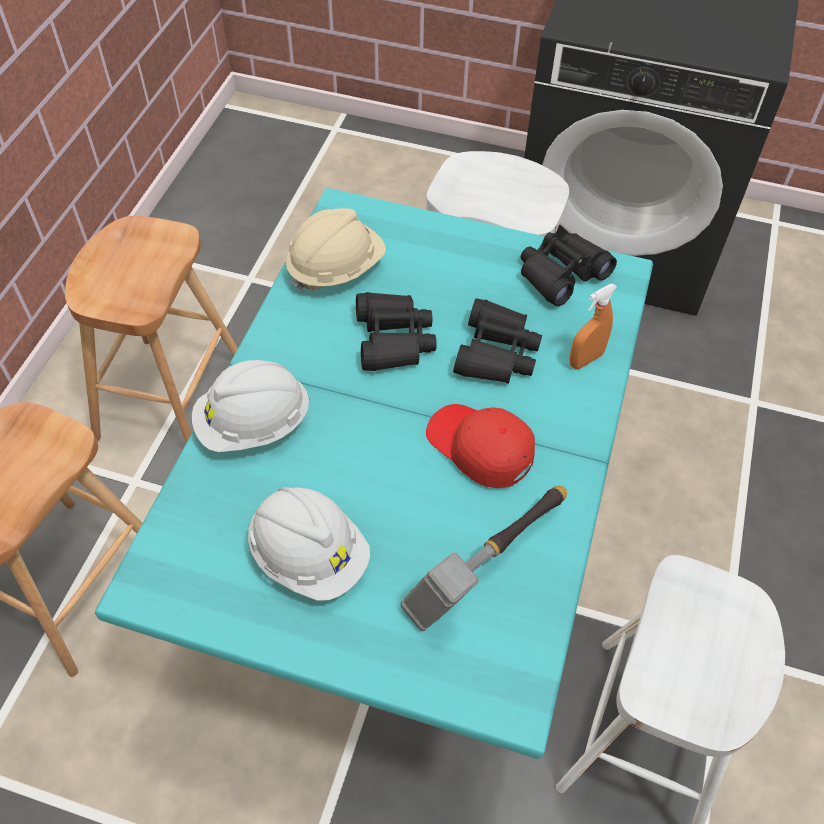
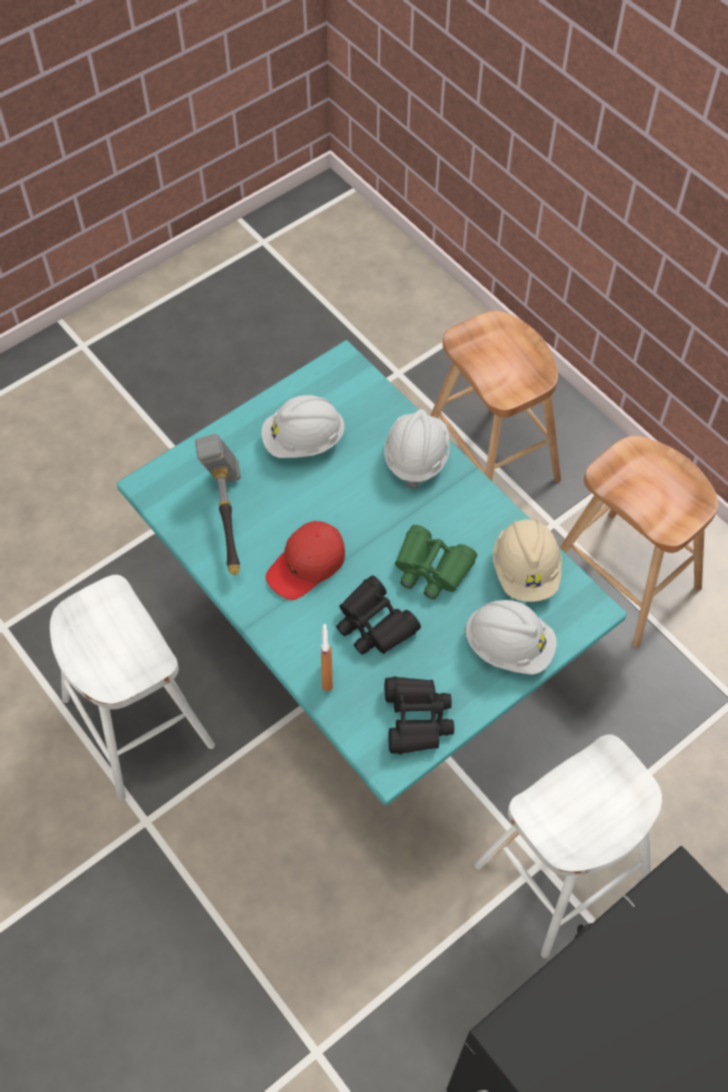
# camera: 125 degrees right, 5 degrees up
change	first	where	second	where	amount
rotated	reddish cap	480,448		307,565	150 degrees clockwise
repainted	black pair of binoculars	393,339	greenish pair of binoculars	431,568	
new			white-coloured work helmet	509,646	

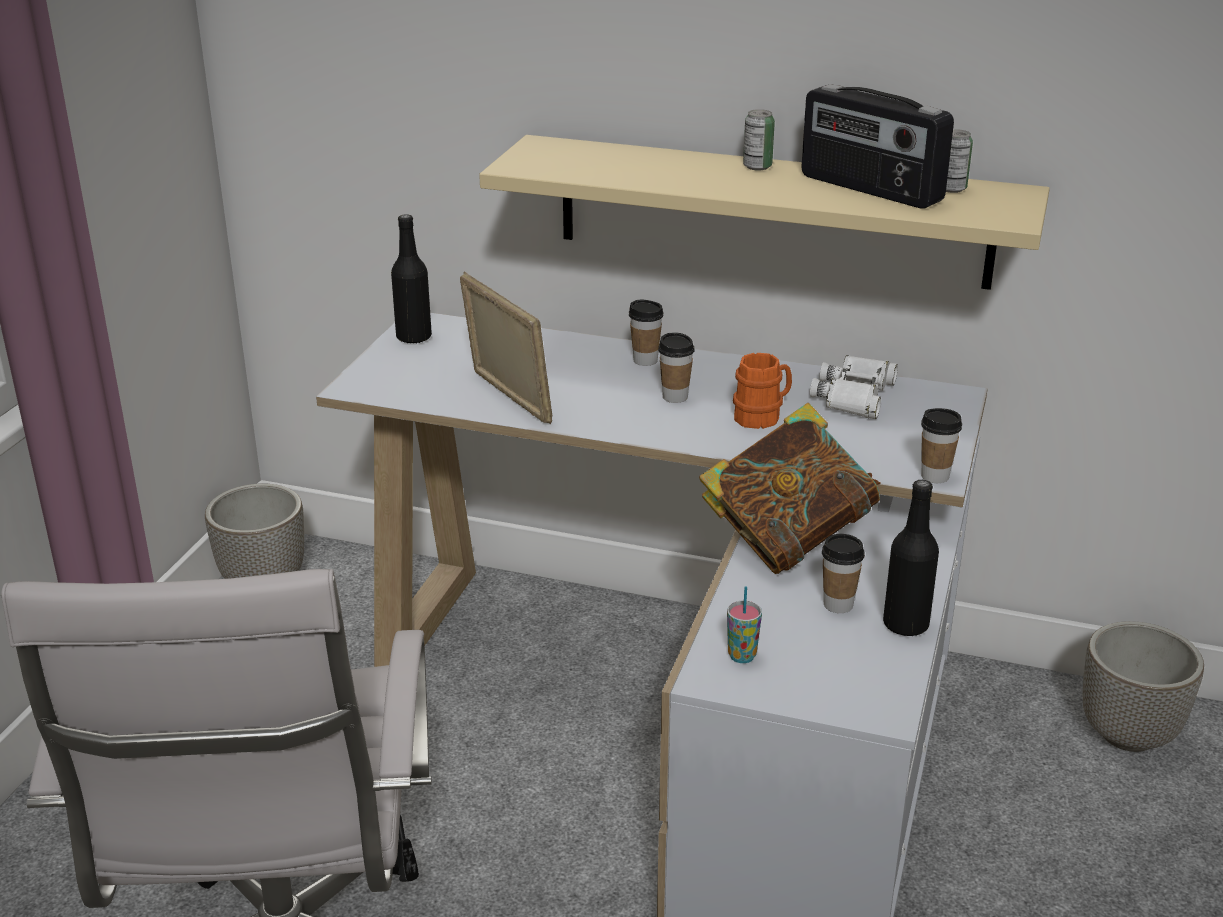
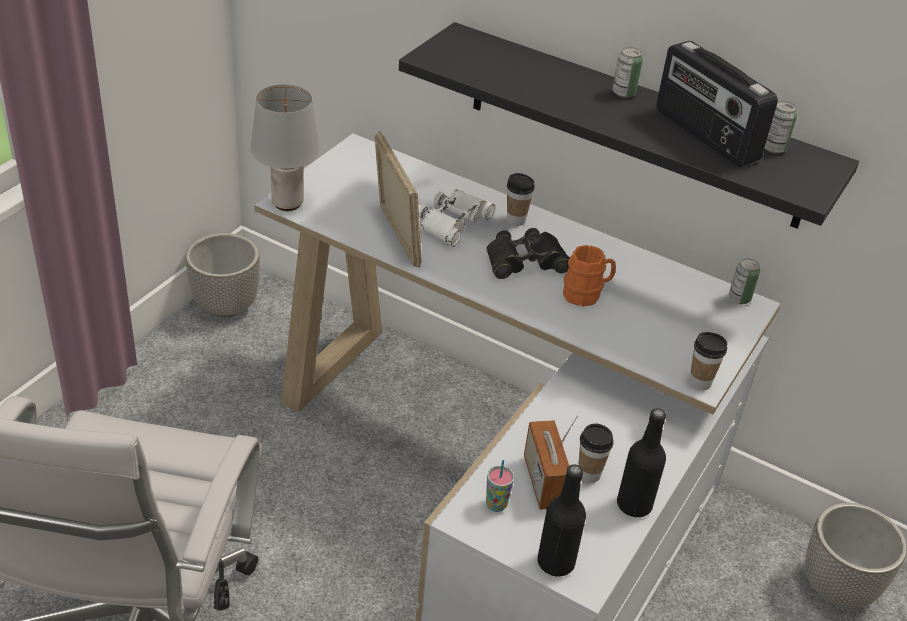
# camera: 10 degrees right, 10 degrees up
change	first	where	second	where	amount
new			grey lamp for a table	287,203	
repainted	sand-coloured shelf	772,211	black shelf	635,126	
shifted	white-coloured pair of binoculars	855,396		453,223	
swapped	small cup	675,397	black pair of binoculars	525,261	
new			radio	543,482	
shifted	black beverage bottle	414,337		555,562	
new			can	739,298	
gone	book	788,540			

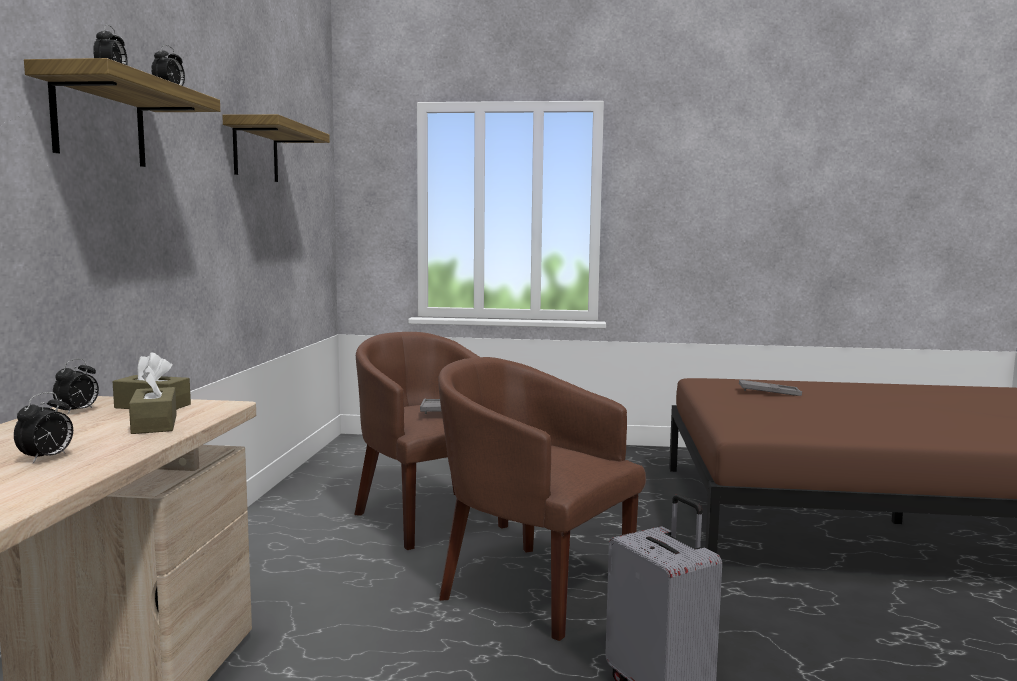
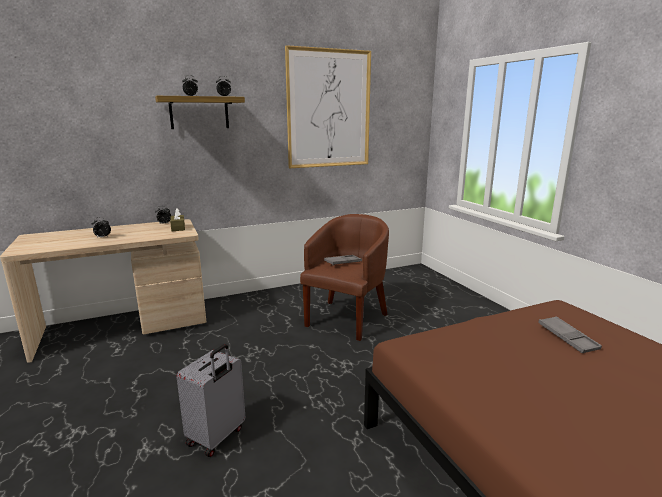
# camera: 60 degrees right, 10 degrees up
change	first	where	second	where	amount
swapped	shelf	255,152	picture	329,109	
gone	brown-coloured box of tissues	154,424			
gone	brown-coloured lounge chair	531,588			

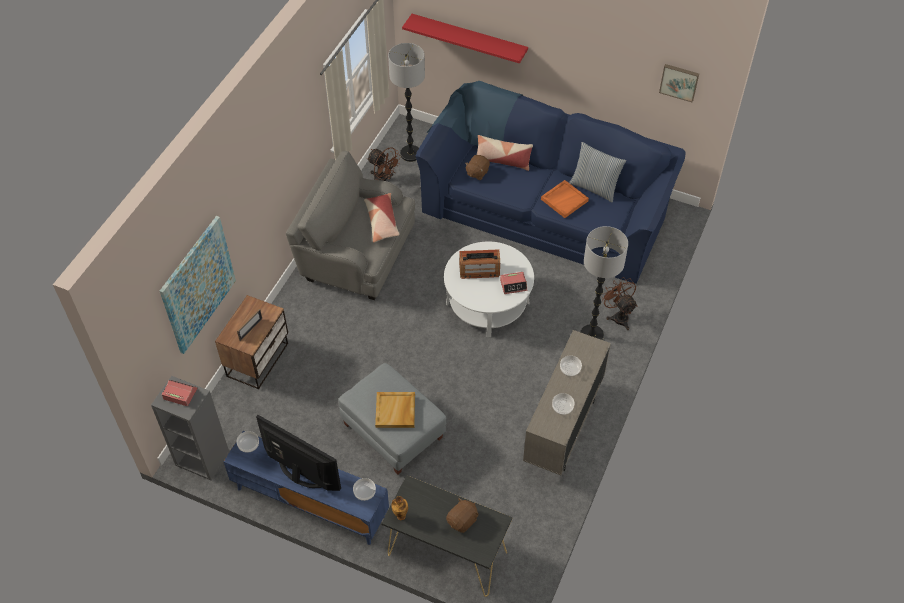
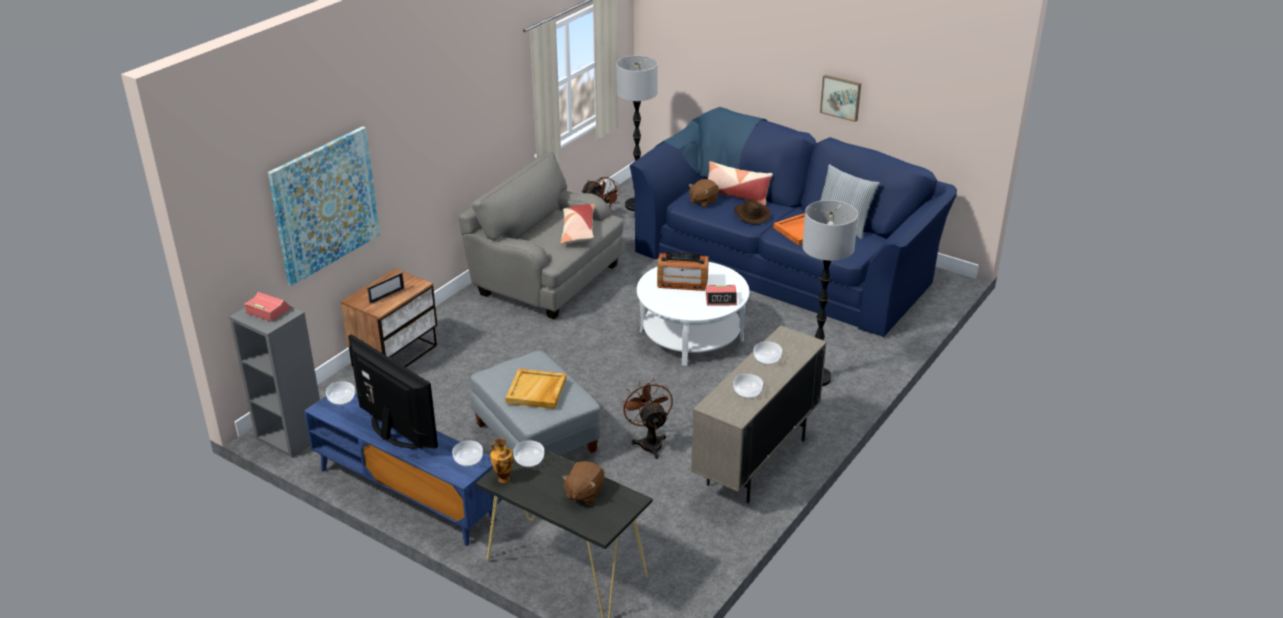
# camera: 10 degrees right, 20 degrees down
change	first	where	second	where	amount
new			serving bowl	529,460	
rotated	brown-coloured soft toy	462,521		584,493	150 degrees clockwise
shifted	brown-coloured electric fan	618,316		649,442	
new			brown-coloured clothing hat	751,215	
shifted	picture	679,82		841,97	
gone	reddish shelf	469,38			

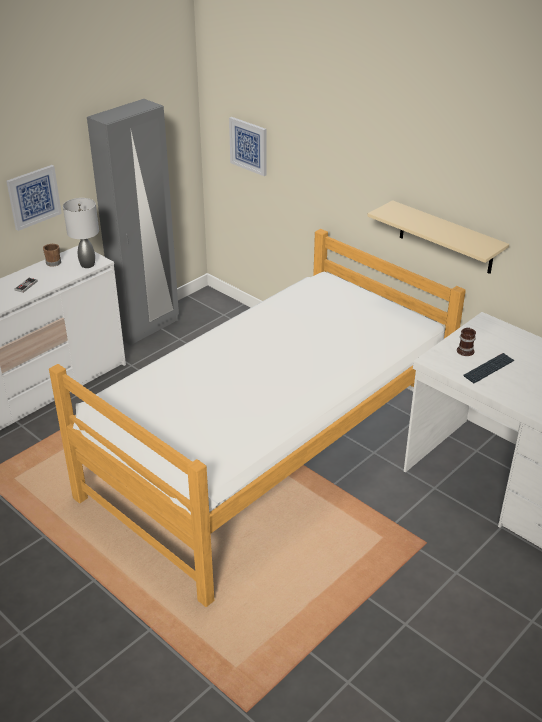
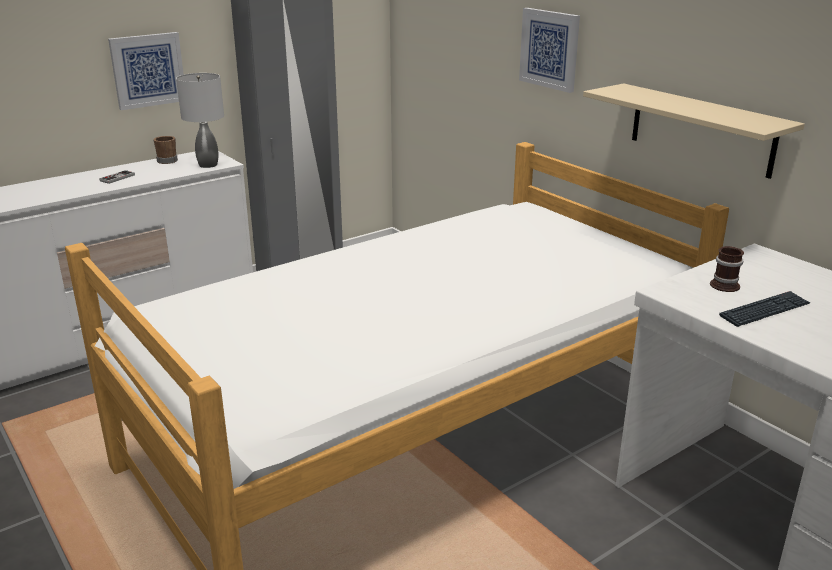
# camera: 10 degrees right, 10 degrees down
change	first	where	second	where	amount
shifted	picture	249,146		550,49	

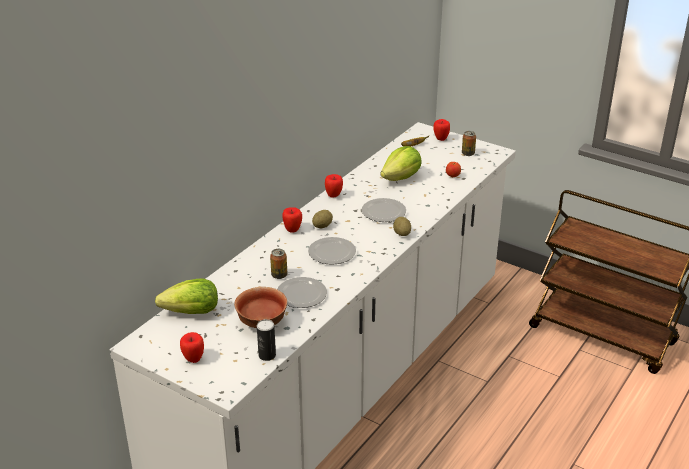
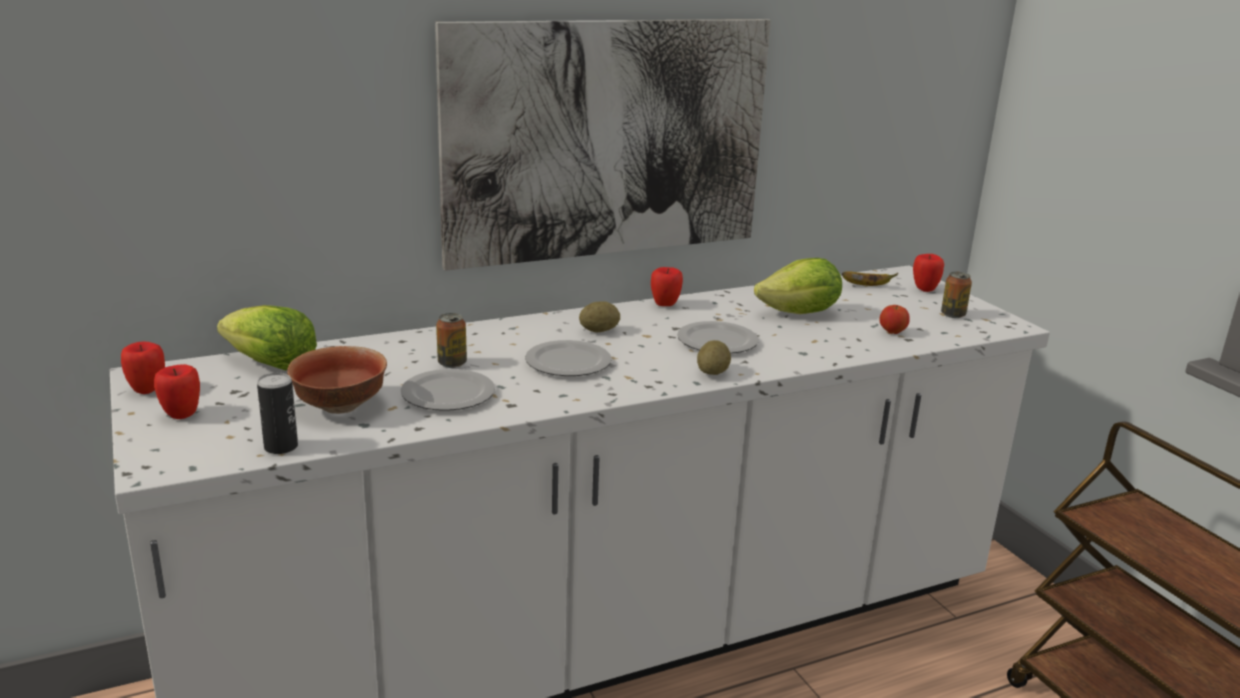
# camera: 30 degrees right, 10 degrees down
change	first	where	second	where	amount
shifted	whole apple	292,230		147,390	
new			picture	608,140	

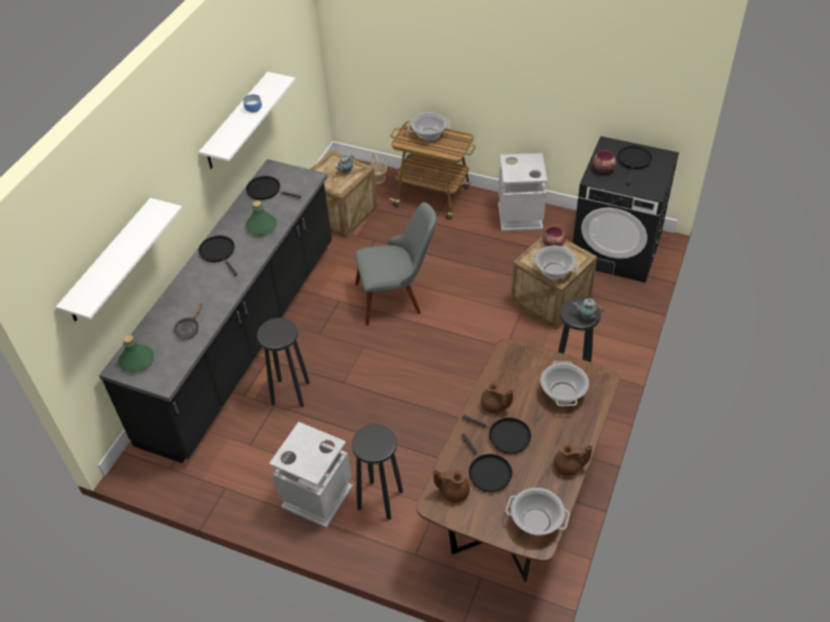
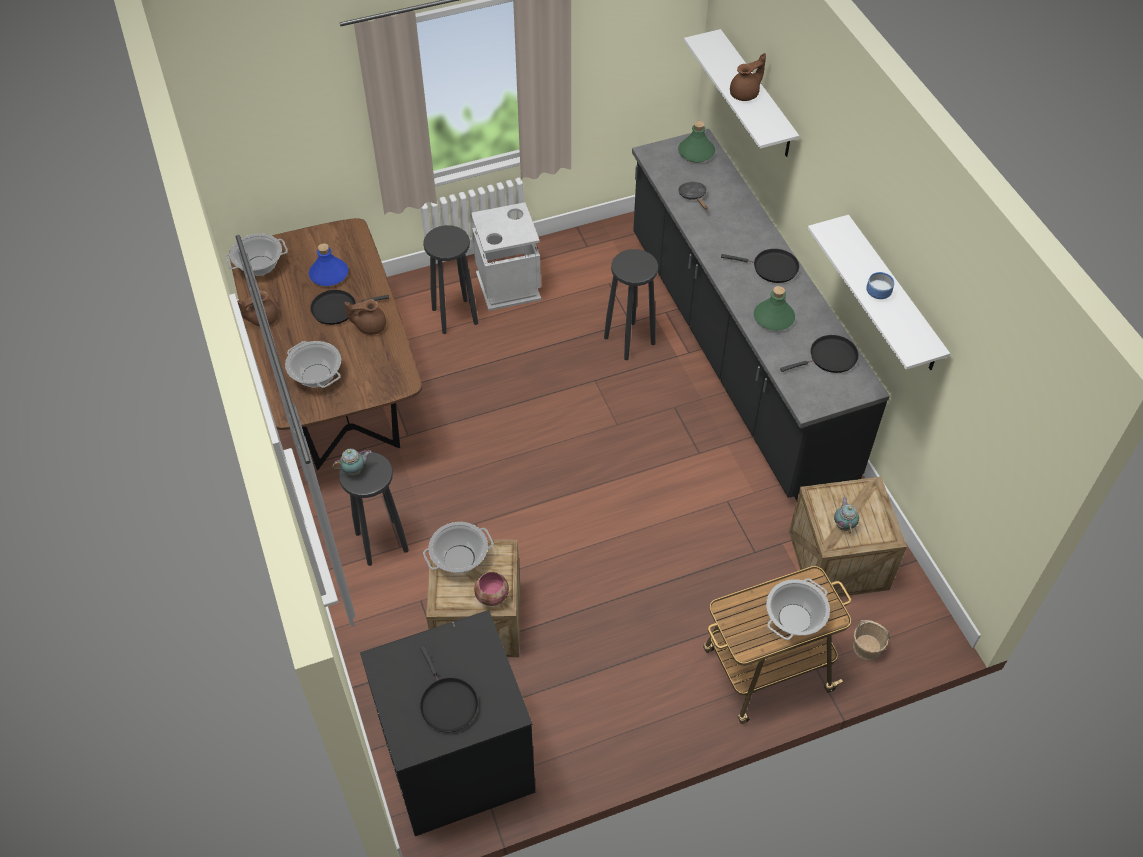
# camera: 135 degrees right, 5 degrees up
change	first	where	second	where	amount
swapped	black skillet	488,472	bluish beverage bottle	329,274	
shifted	brown-coloured teapot	453,492		745,94	
gone	grey plain chair	397,296			
gone	grey waste bin	519,216			
gone	serving bowl	603,169			

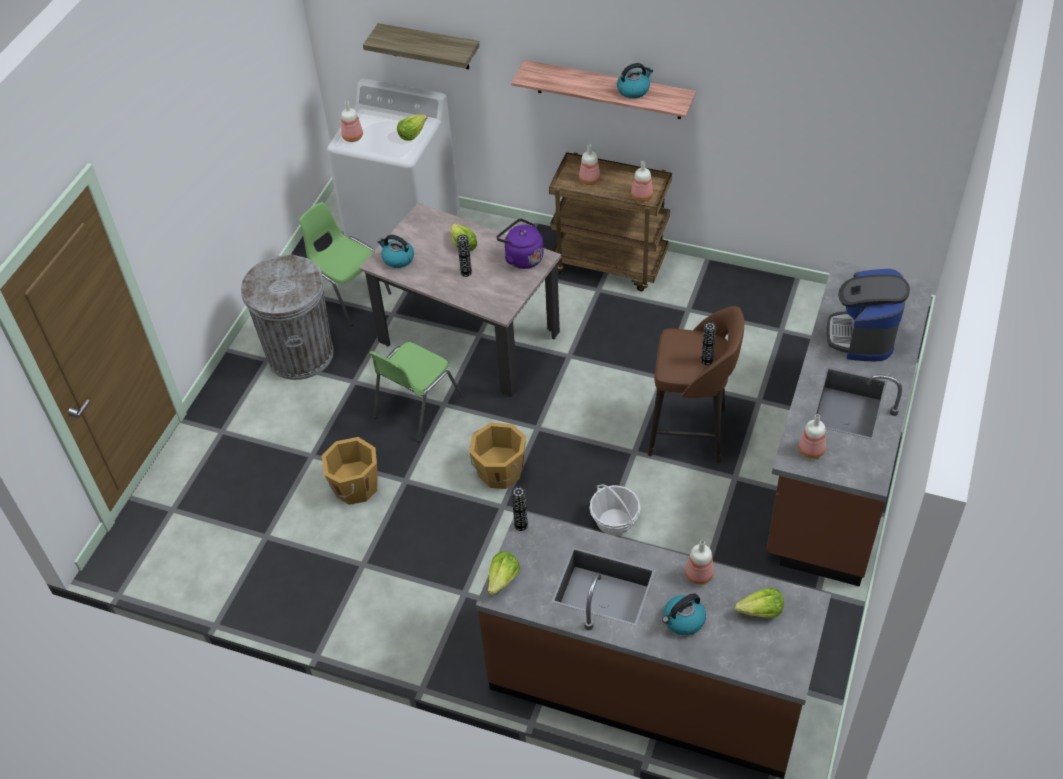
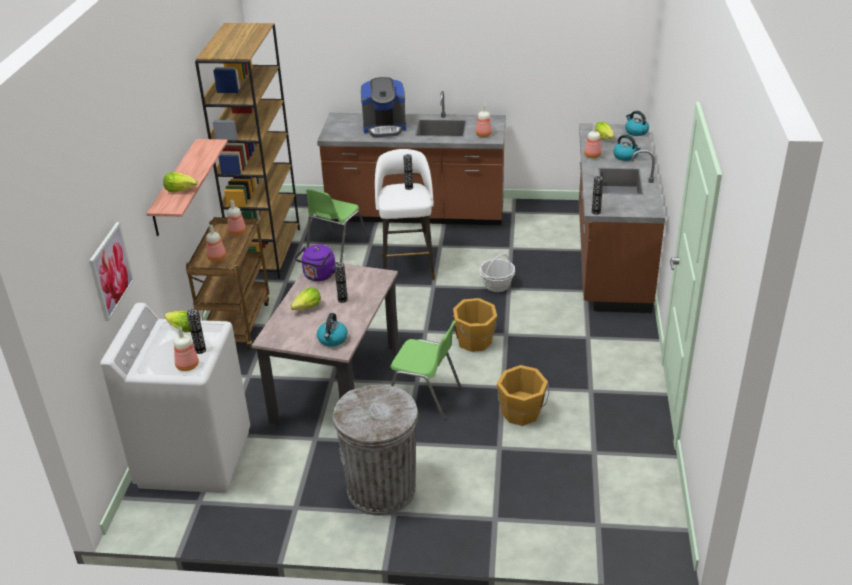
# camera: 105 degrees left, 15 degrees down
change	first	where	second	where	amount
swapped	shelf	429,46	picture	111,271	
shifted	lettuce head	503,579		181,190	
new			vase	200,350	
new			brown-coloured shelving unit	267,251	
shifted	greenish plain chair	348,294		335,247	
repainted	brown-coloured stool	690,432	white-coloured stool	407,266	
shifted	tea kettle	633,90		636,132	

